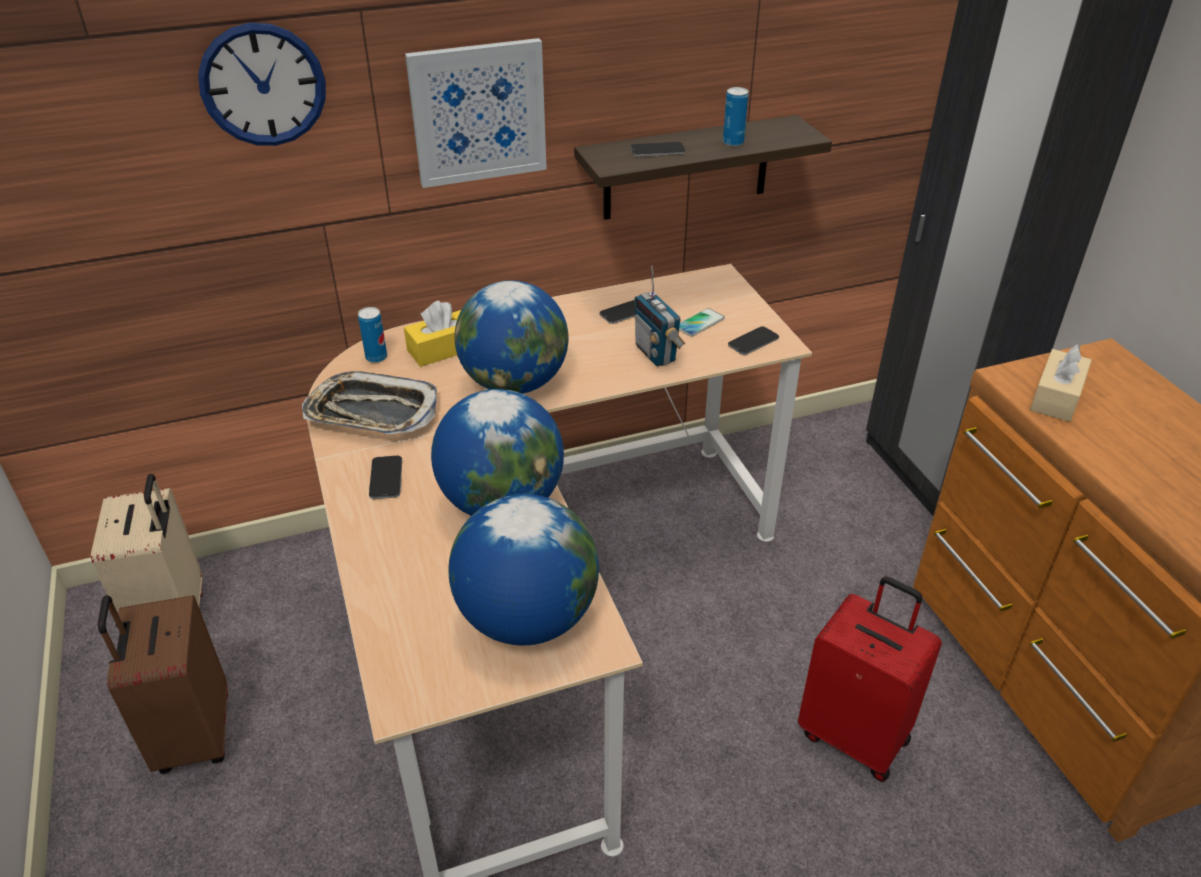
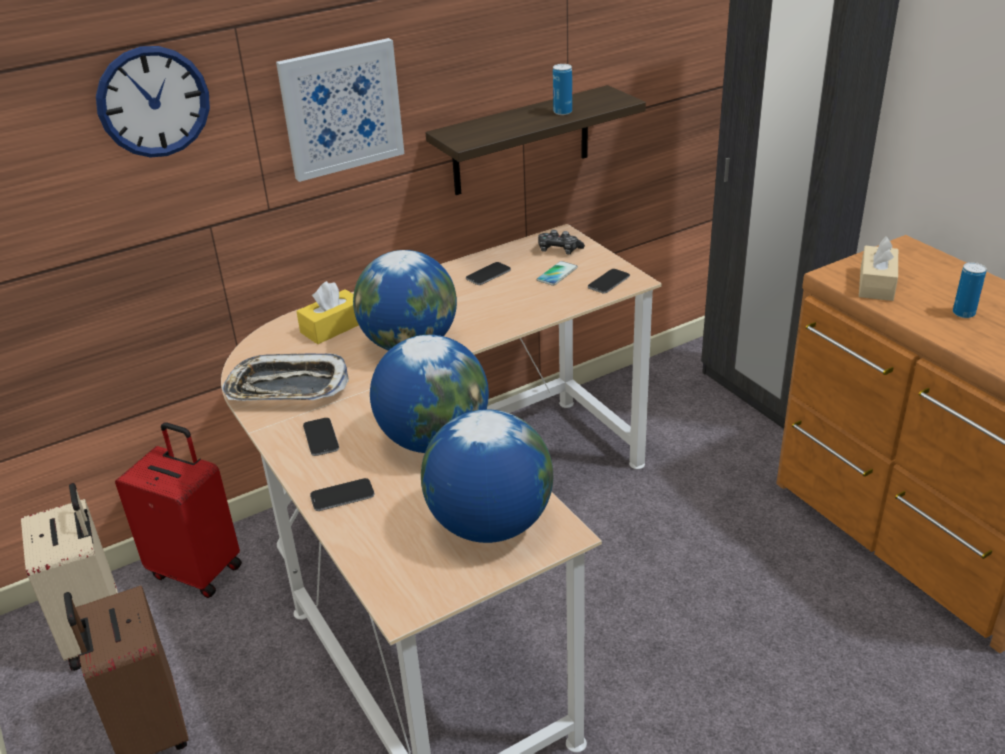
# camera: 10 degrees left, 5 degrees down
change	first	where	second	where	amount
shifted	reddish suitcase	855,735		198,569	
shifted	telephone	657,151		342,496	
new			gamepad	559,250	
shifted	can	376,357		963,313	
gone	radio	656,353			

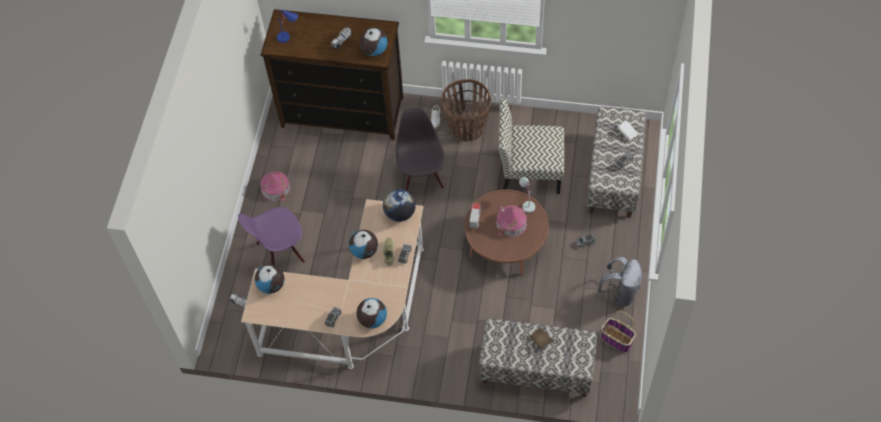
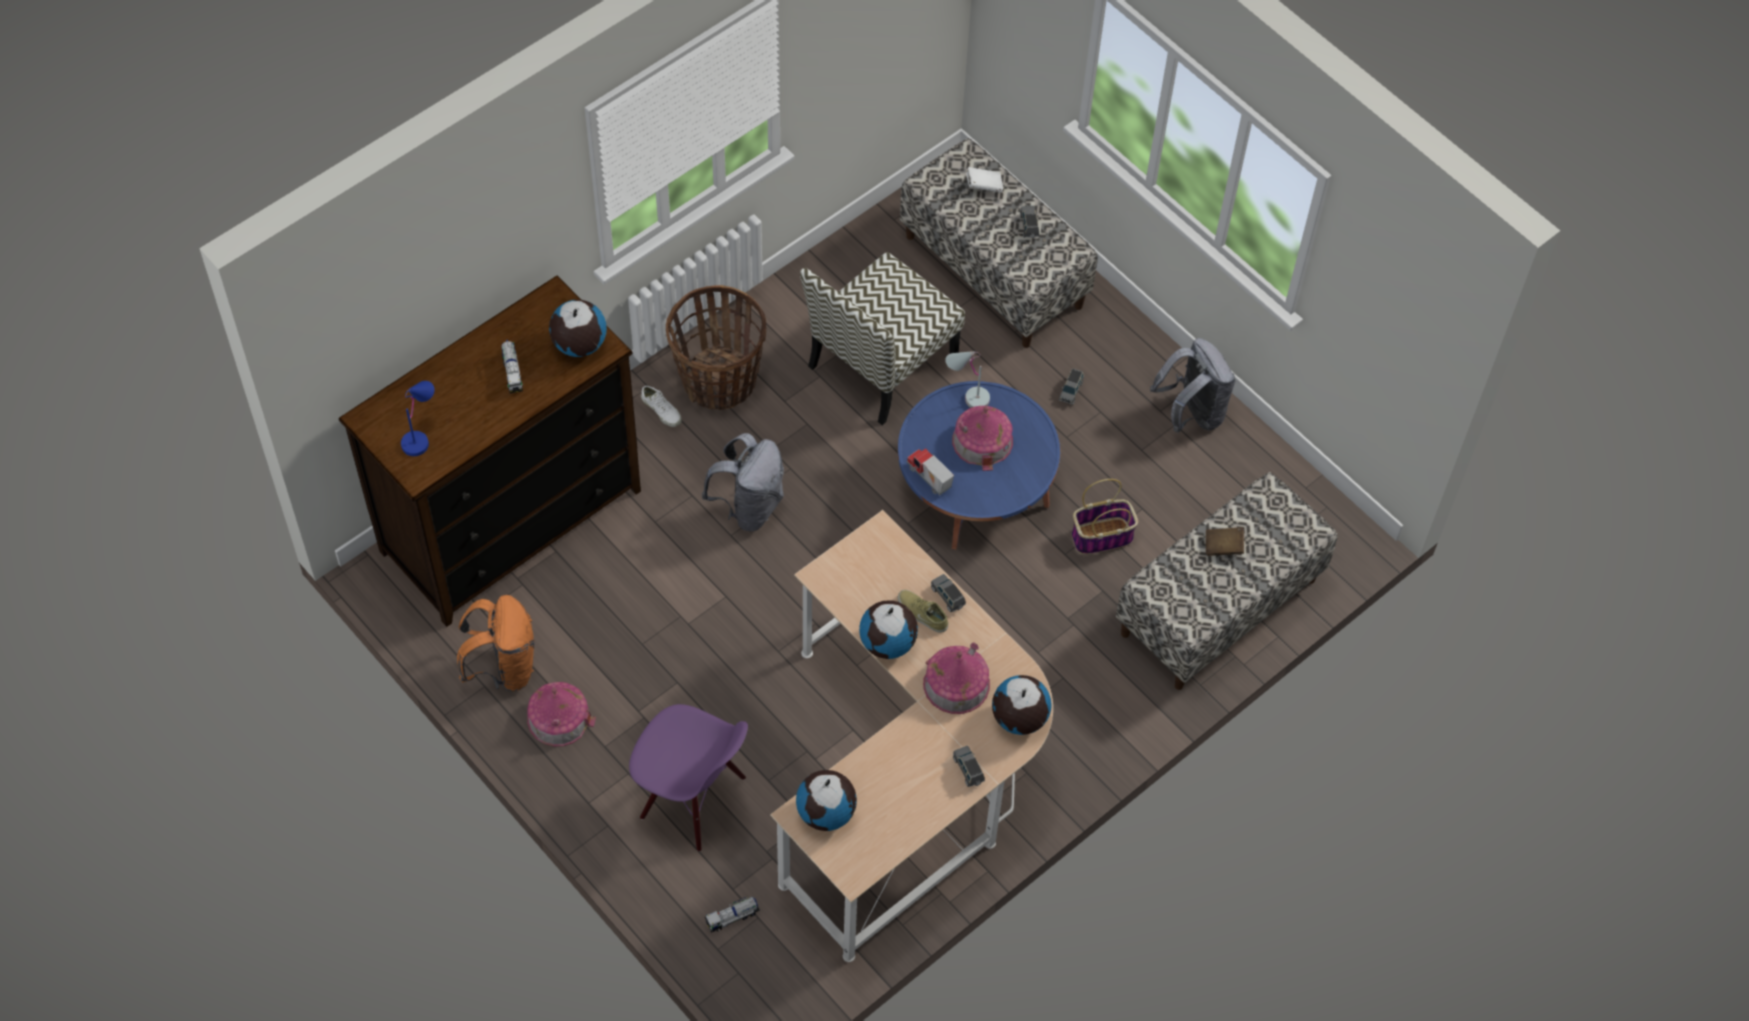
# camera: 55 degrees left, 0 degrees up
change	first	where	second	where	amount
new			orange backpack	504,667	
rotated	purple-coloured plain chair	280,254		692,799	75 degrees counterclockwise
swapped	black plain chair	421,178	grey backpack	749,506	
repainted	brown-coloured low table	506,243	bluish low table	975,486	
new			miniature house	956,684	
shifted	basket	617,339		1102,536	
gone	globe	400,213			

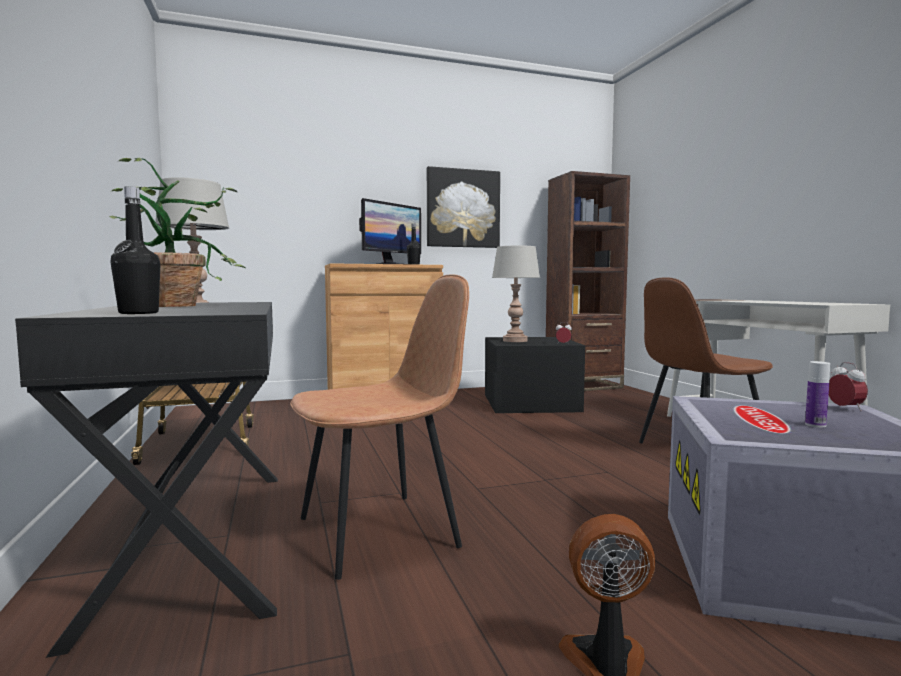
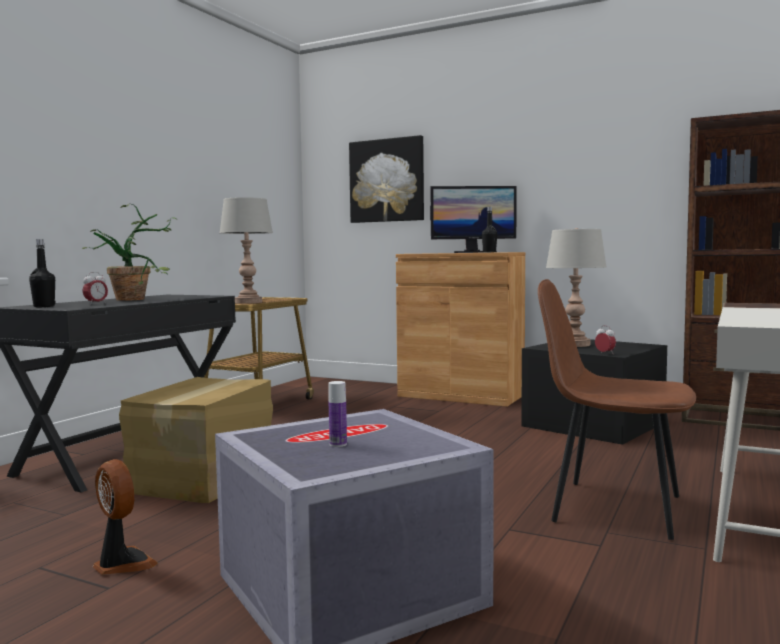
# camera: 45 degrees right, 0 degrees up
change	first	where	second	where	amount
shifted	bedside clock	845,408		96,304	
swapped	brown-coloured plain chair	381,531	cardboard box	206,477	
shifted	picture	463,208		387,180	

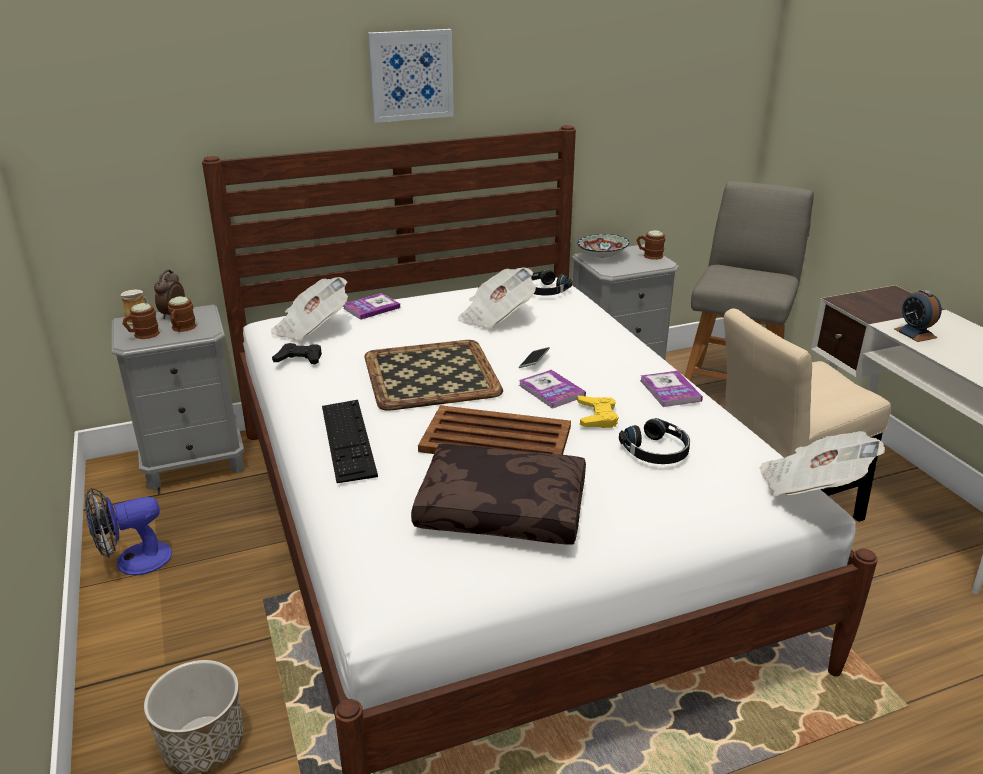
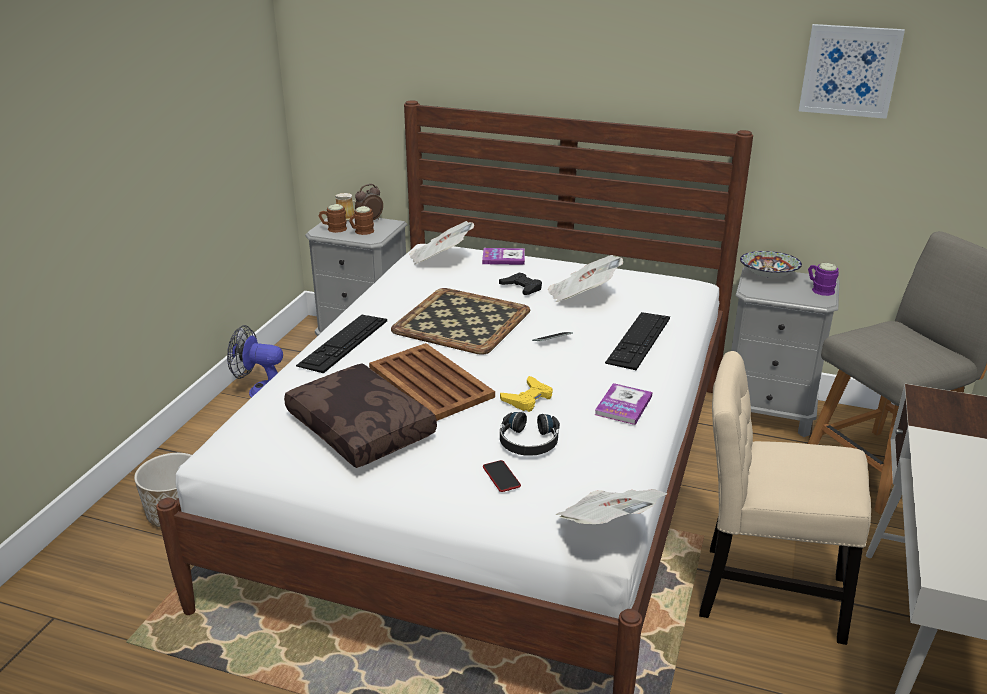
# camera: 40 degrees right, 0 degrees up
change	first	where	second	where	amount
new			telephone	501,477	
shifted	black gamepad	299,359		522,288	
new			computer keyboard	638,340	
shifted	picture	411,75		849,70	
repainted	brown-coloured mug	649,255	purple-coloured mug	819,289	
gone	book	551,390			
gone	black pair of headphones	544,290			
gone	bedside clock	915,333			

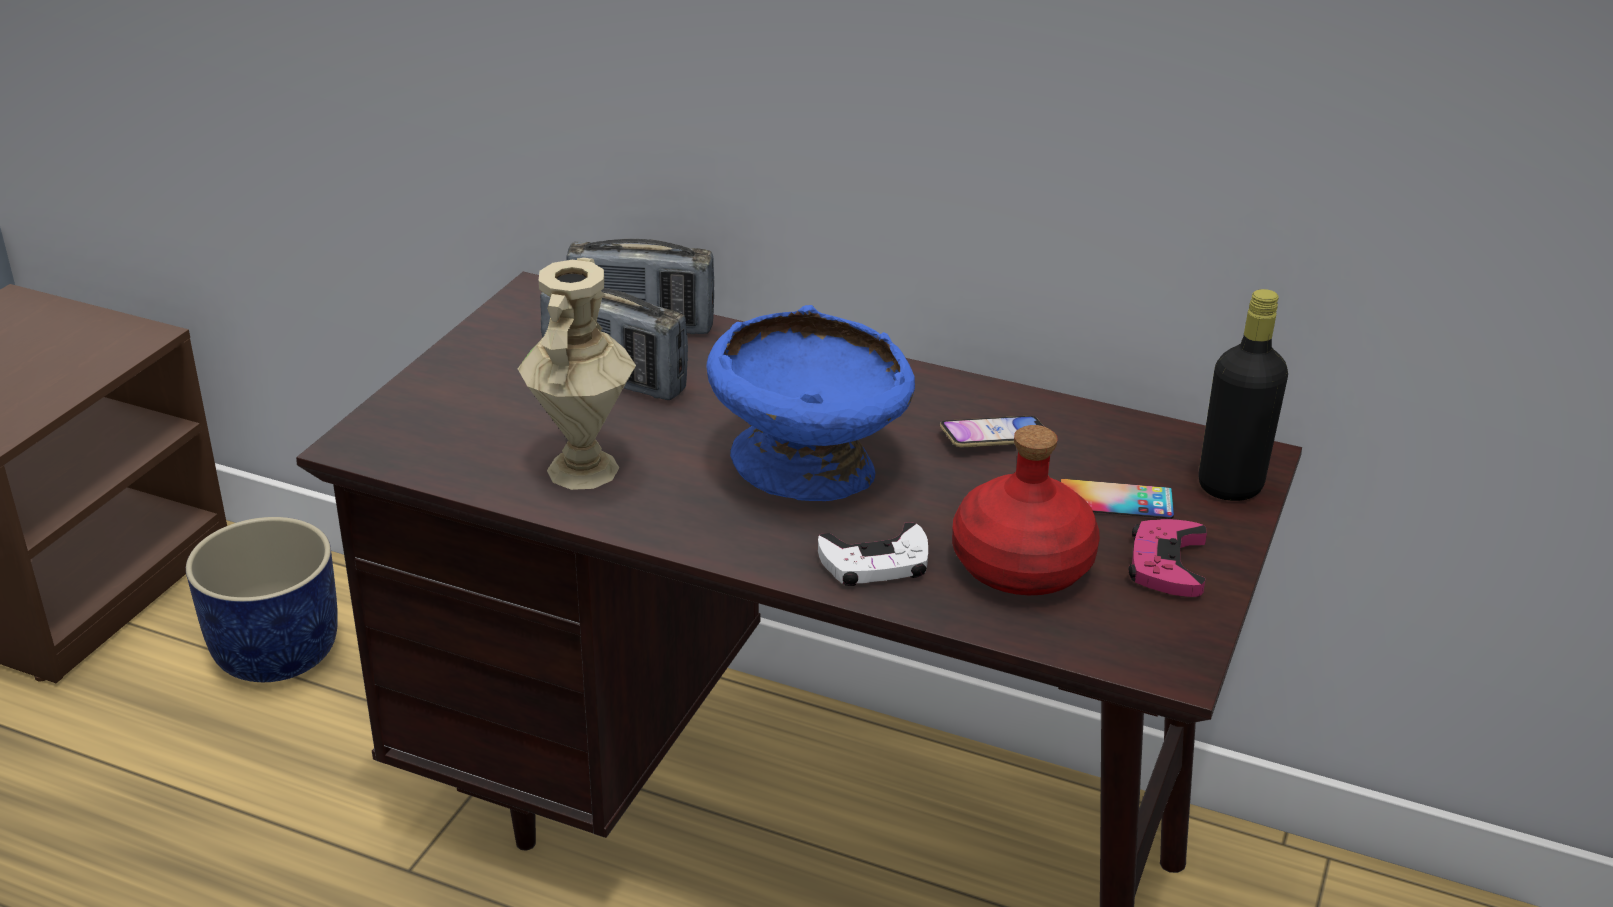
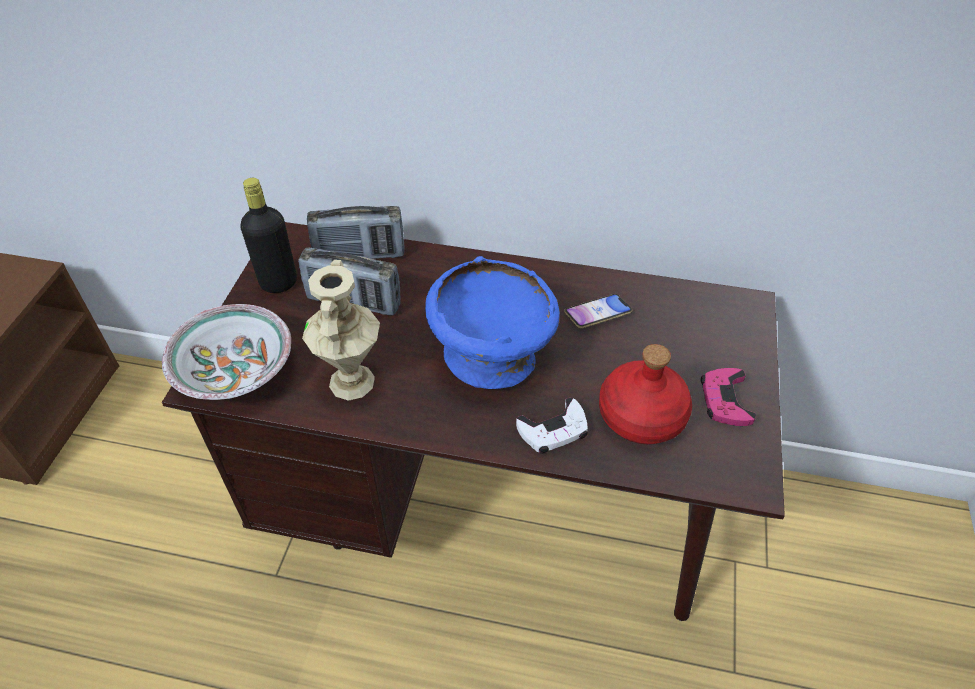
# camera: 10 degrees left, 15 degrees up
change	first	where	second	where	amount
new			serving bowl	234,370	
shifted	black beverage bottle	1230,486		278,283	
gone	bluish plant pot	278,652			
gone	telephone	1116,500			

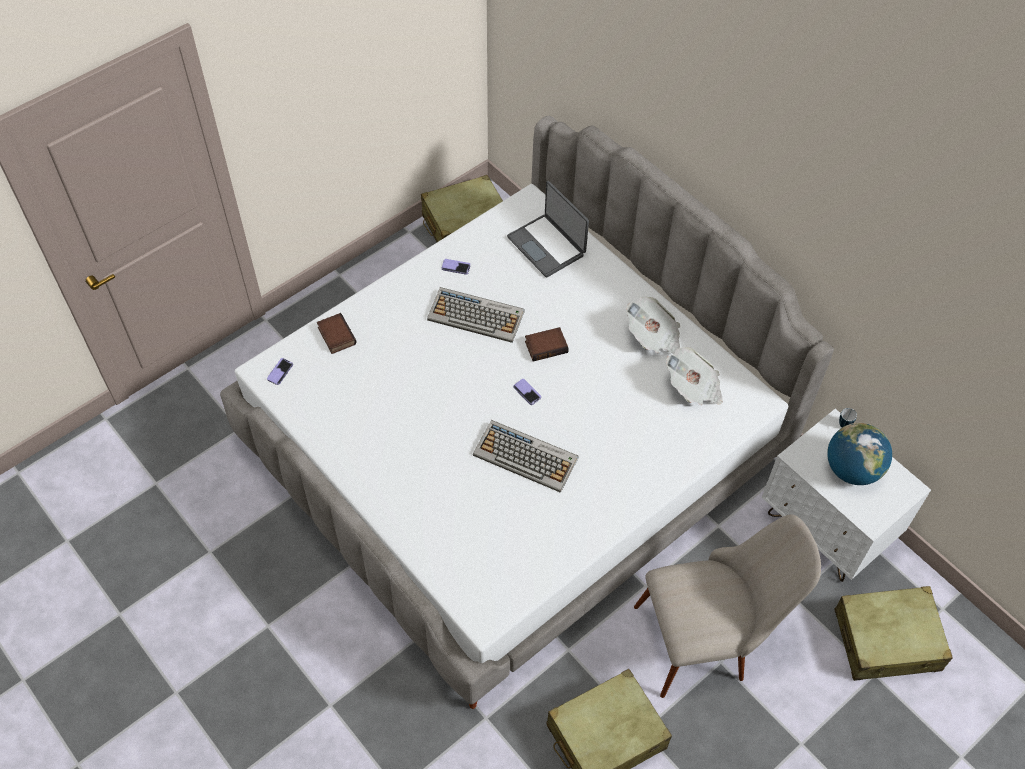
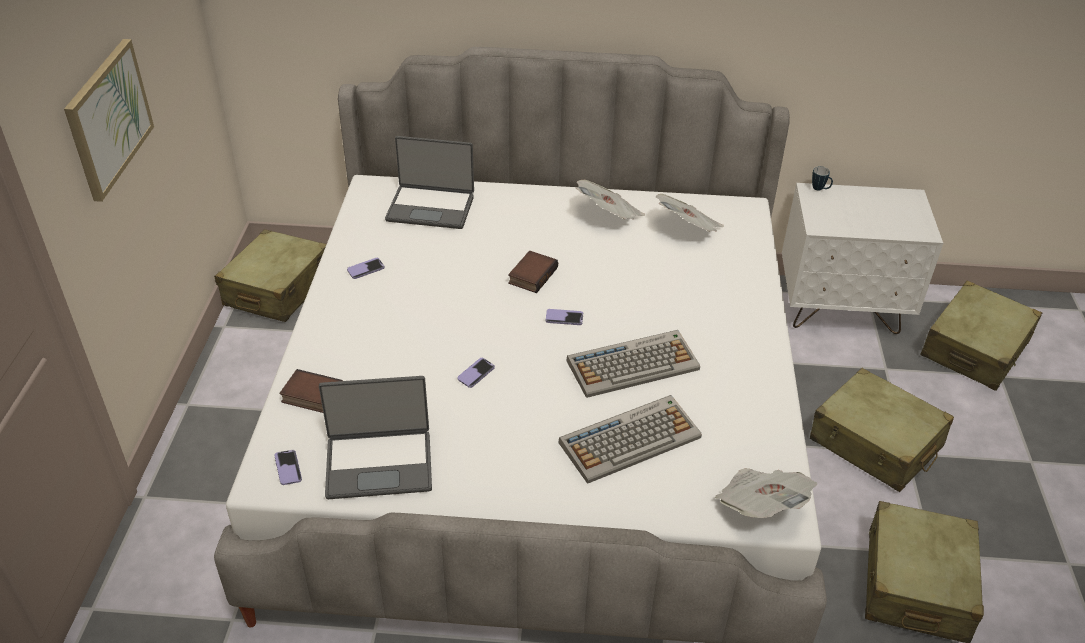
# camera: 45 degrees left, 15 degrees down
change	first	where	second	where	amount
new			picture	108,118	
new			portable computer	379,463	
new			telephone	476,373	
shifted	computer keyboard	477,315		630,439	
new			printed paper	760,506	
swapped	sand-coloured plain chair	708,638	sand-coloured suitcase	875,443	
gone	globe	851,469			

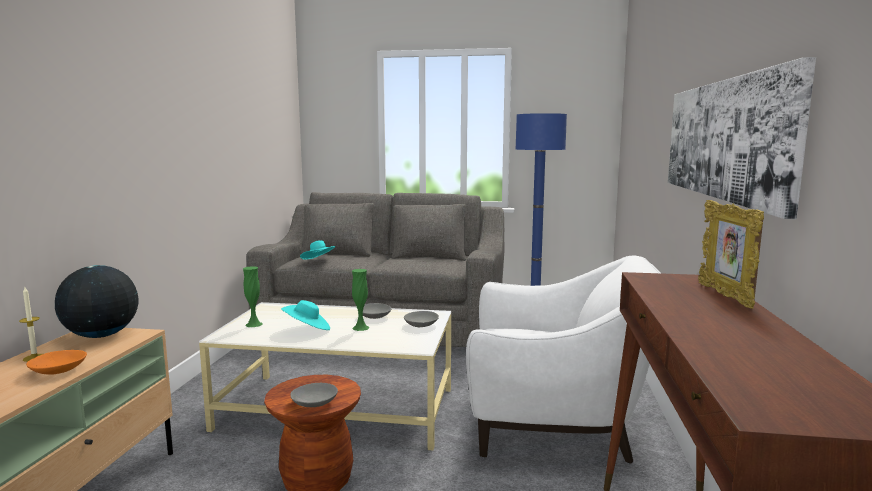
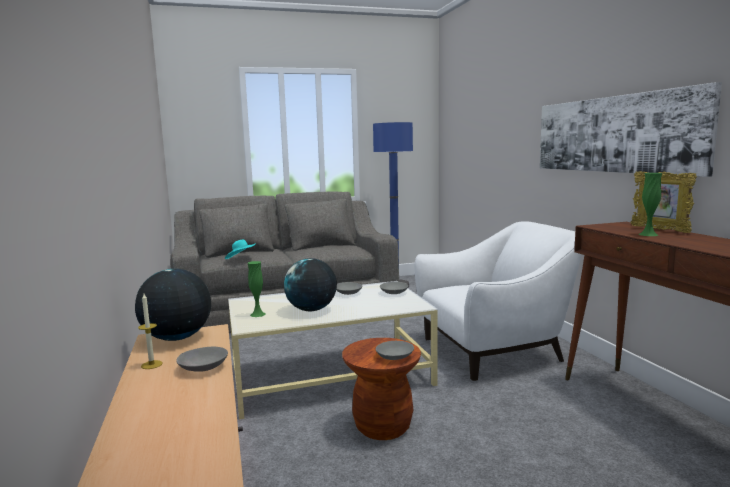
# camera: 25 degrees left, 0 degrees up
change	first	where	second	where	amount
repainted	orange serving bowl	58,370	grey serving bowl	202,367	
swapped	blue-green clothing hat	307,329	globe	311,310	
shifted	greenish vase	360,328		648,234	

